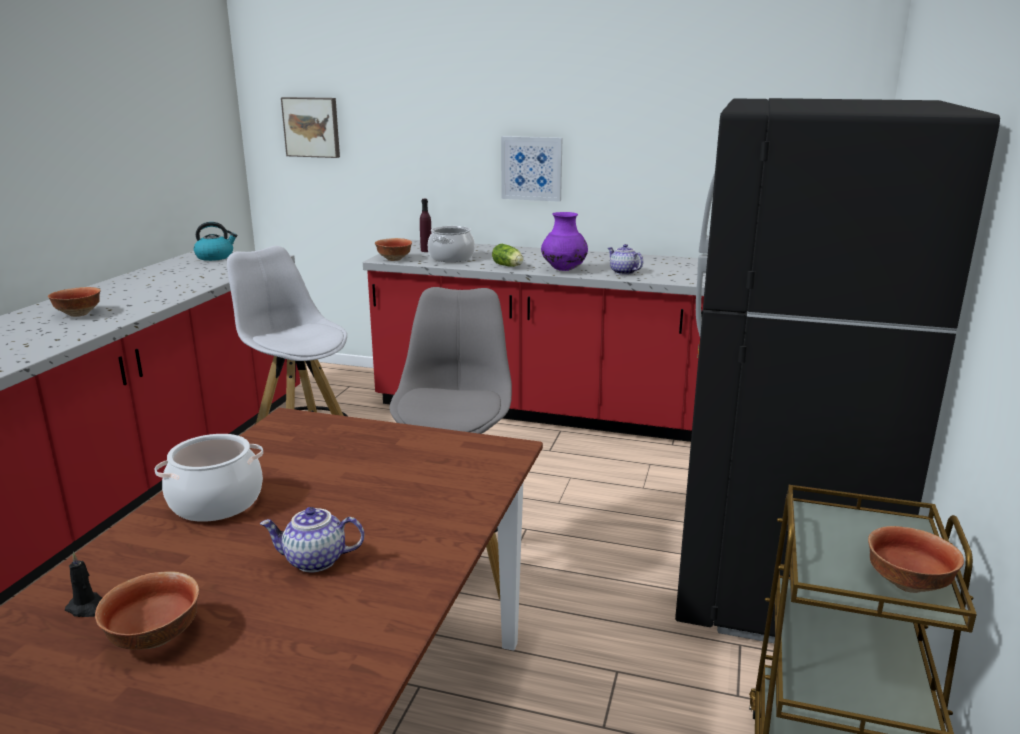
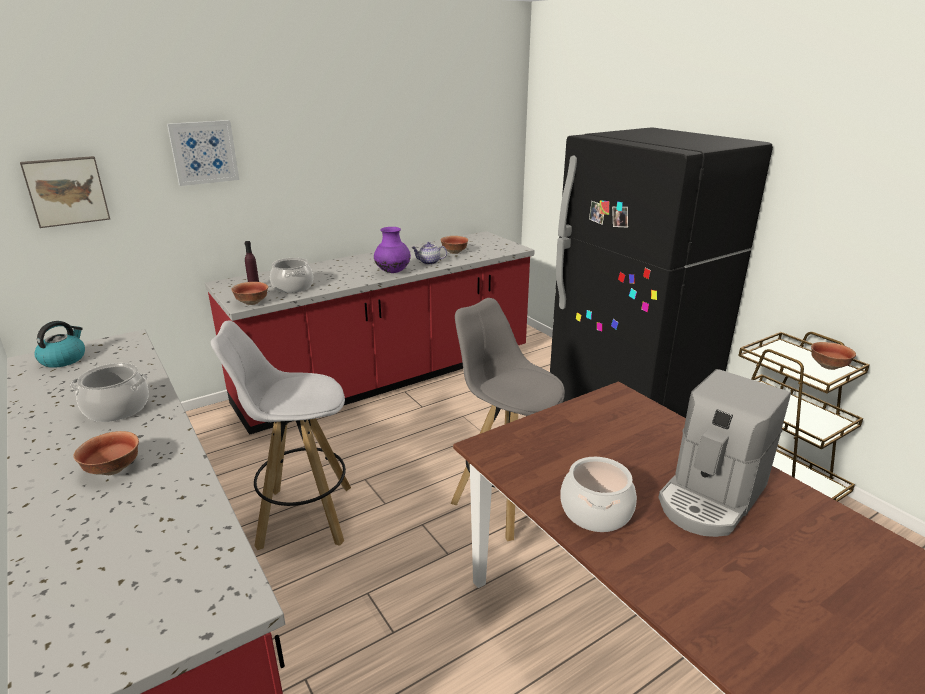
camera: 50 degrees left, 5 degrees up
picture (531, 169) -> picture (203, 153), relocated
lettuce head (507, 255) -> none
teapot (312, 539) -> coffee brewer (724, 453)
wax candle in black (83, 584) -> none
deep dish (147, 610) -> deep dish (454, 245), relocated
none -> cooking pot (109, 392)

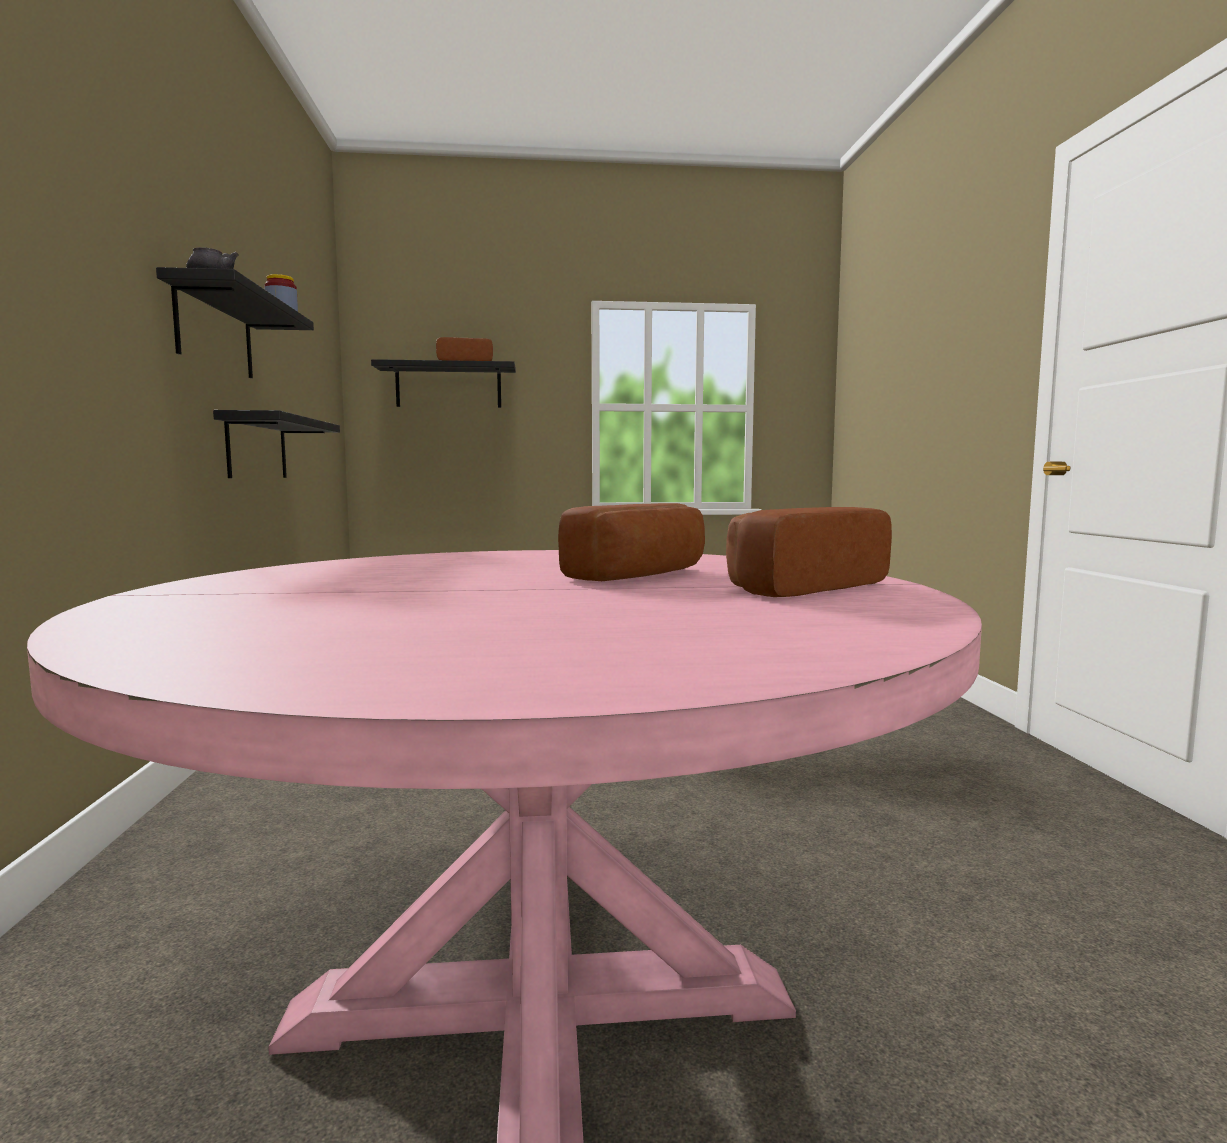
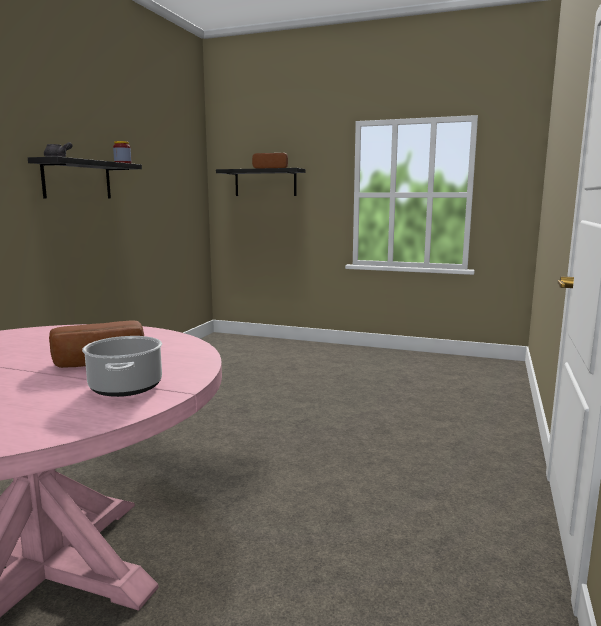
camera: 25 degrees right, 5 degrees up
wall shelf in black (276, 444) -> none
baked bread (809, 552) -> cooking pot (122, 366)

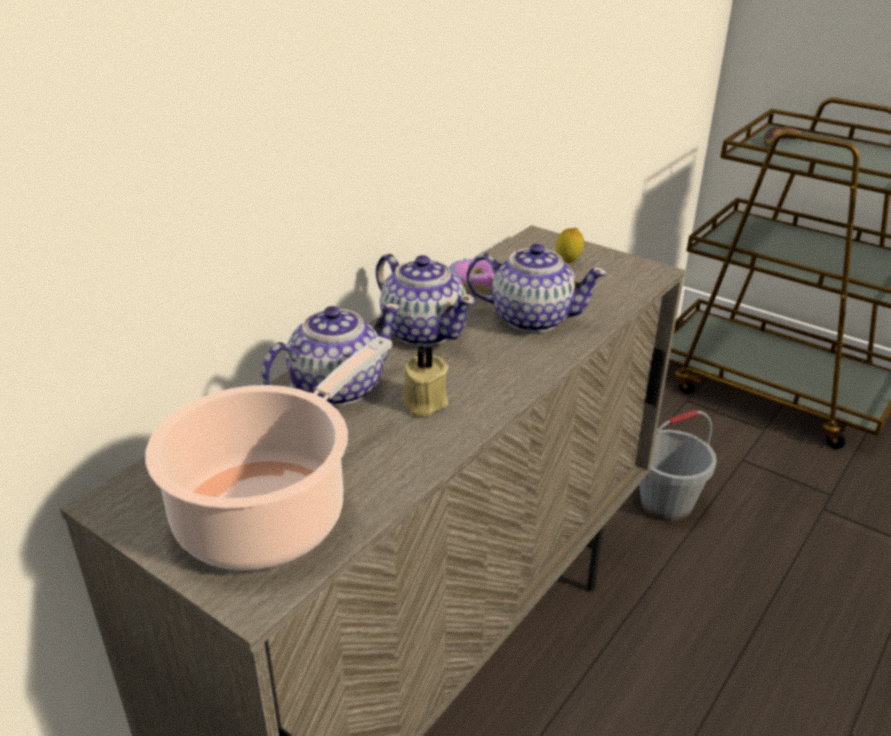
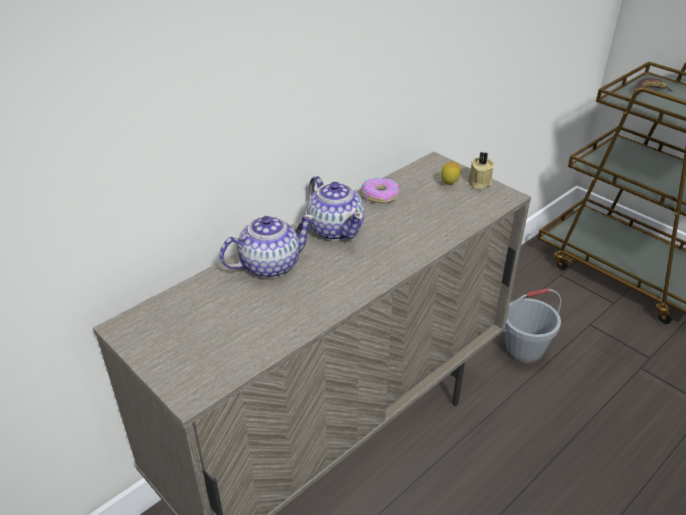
camera: 10 degrees right, 5 degrees up
teapot (537, 288) -> none
cooking pot (268, 453) -> none
wax candle in sand-coloured (425, 381) -> wax candle in sand-coloured (481, 171), relocated

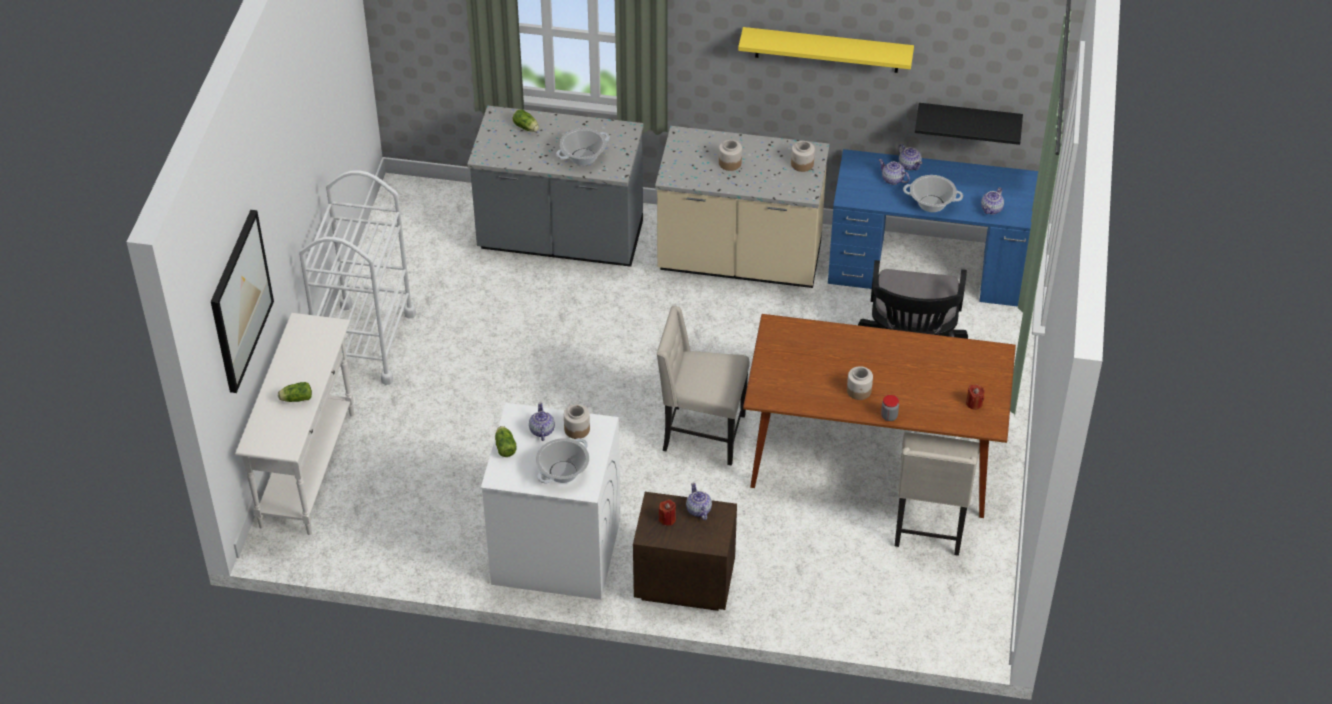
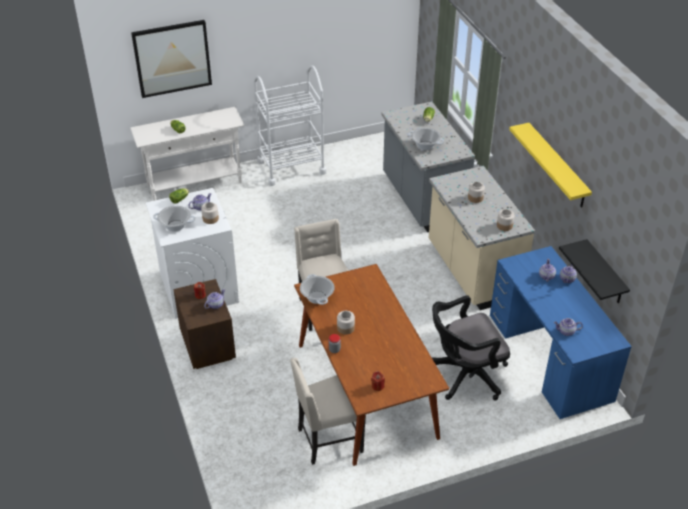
camera: 60 degrees right, 5 degrees down
cooking pot (933, 193) -> cooking pot (317, 289), relocated

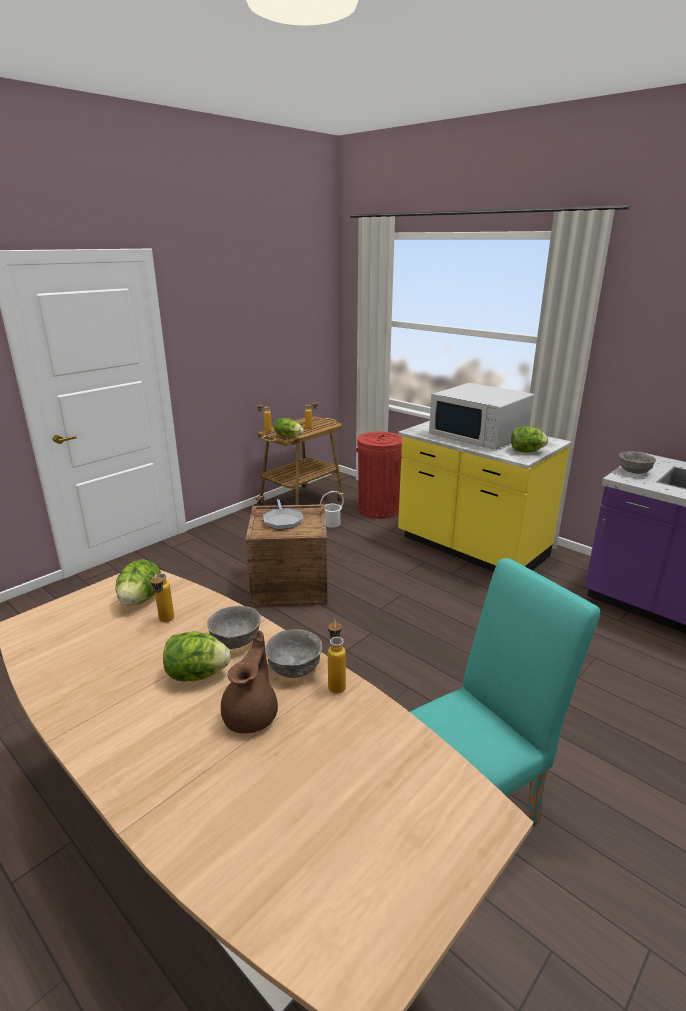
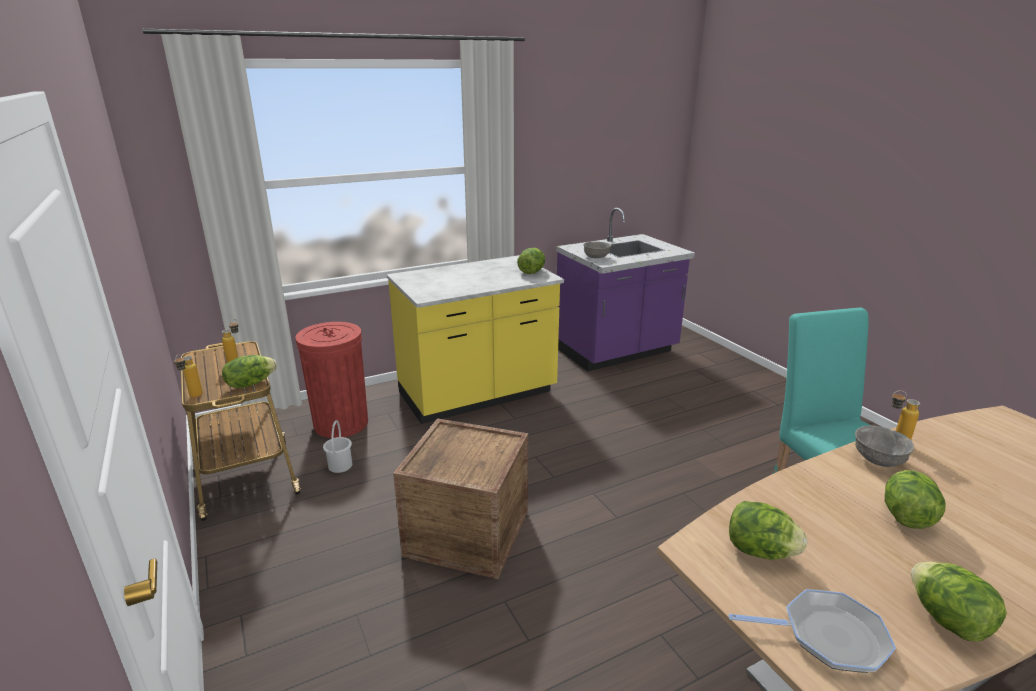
camera: 70 degrees left, 0 degrees up
microwave oven in whitish (481, 416) -> none
pan (283, 514) -> pan (812, 631), relocated
beverage bottle (162, 597) -> none
deep dish in greyish (234, 627) -> none
teapot in brownish (249, 682) -> none
none -> lettuce head (959, 602)

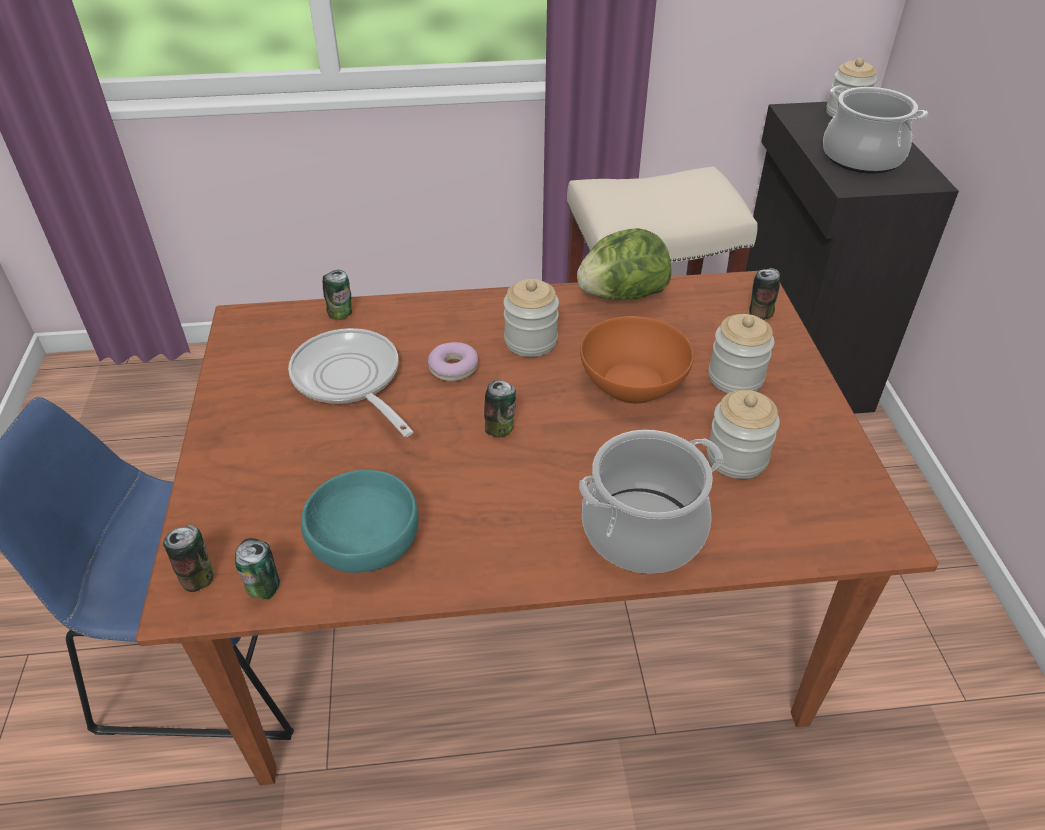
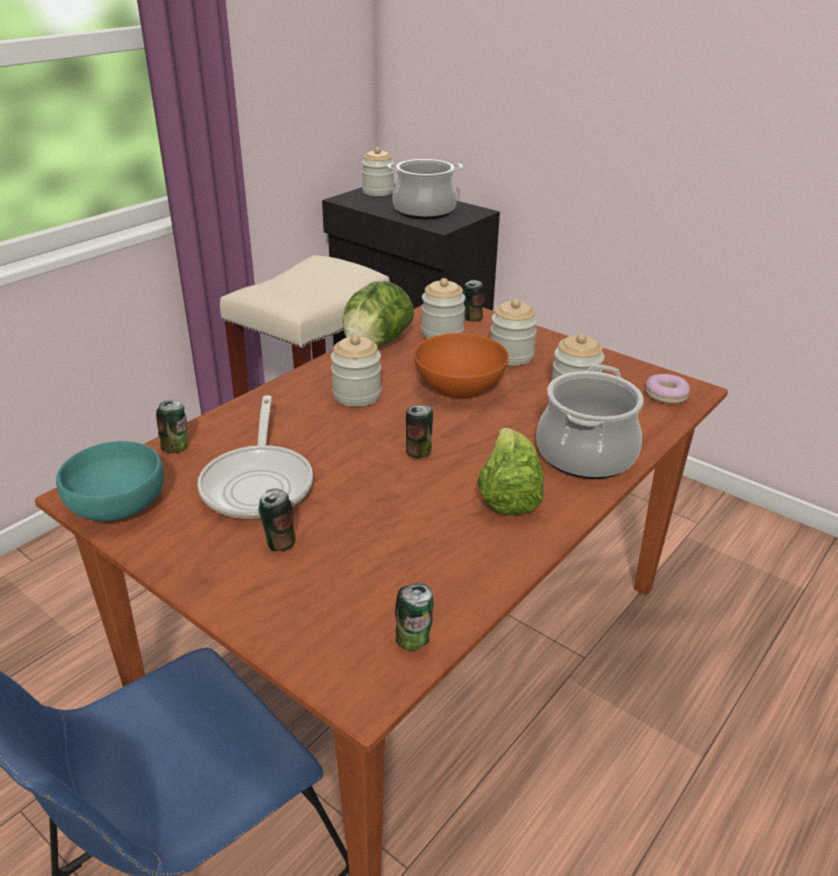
camera: 45 degrees left, 10 degrees down
pan (350, 382) -> pan (255, 457), 105 degrees counterclockwise
donut (453, 362) -> donut (668, 389), relocated
deep dish in blue-green (359, 521) -> deep dish in blue-green (110, 481), relocated
can (188, 558) -> can (277, 519), relocated
none -> storage jar (443, 308)
none -> lettuce head (510, 471)

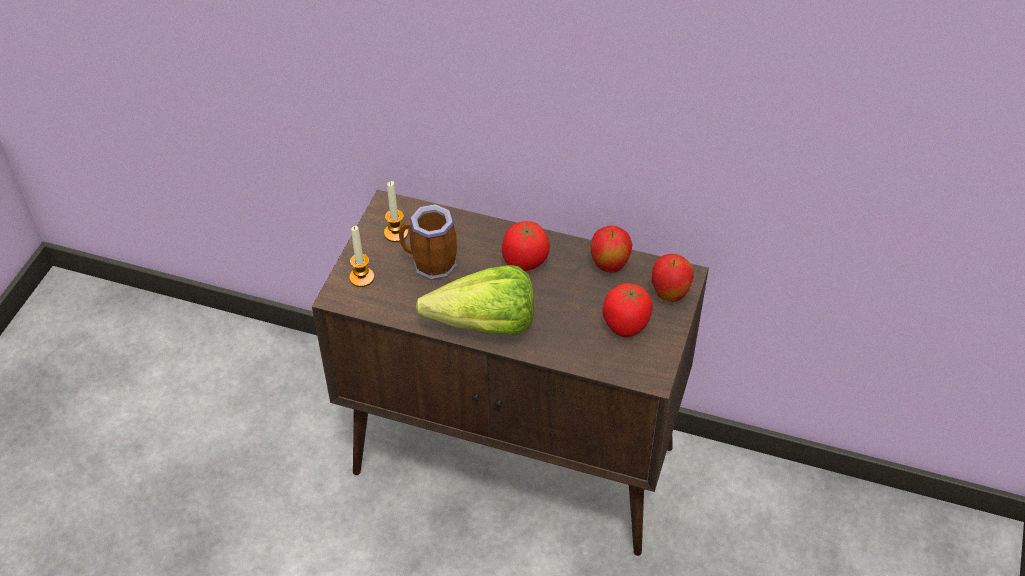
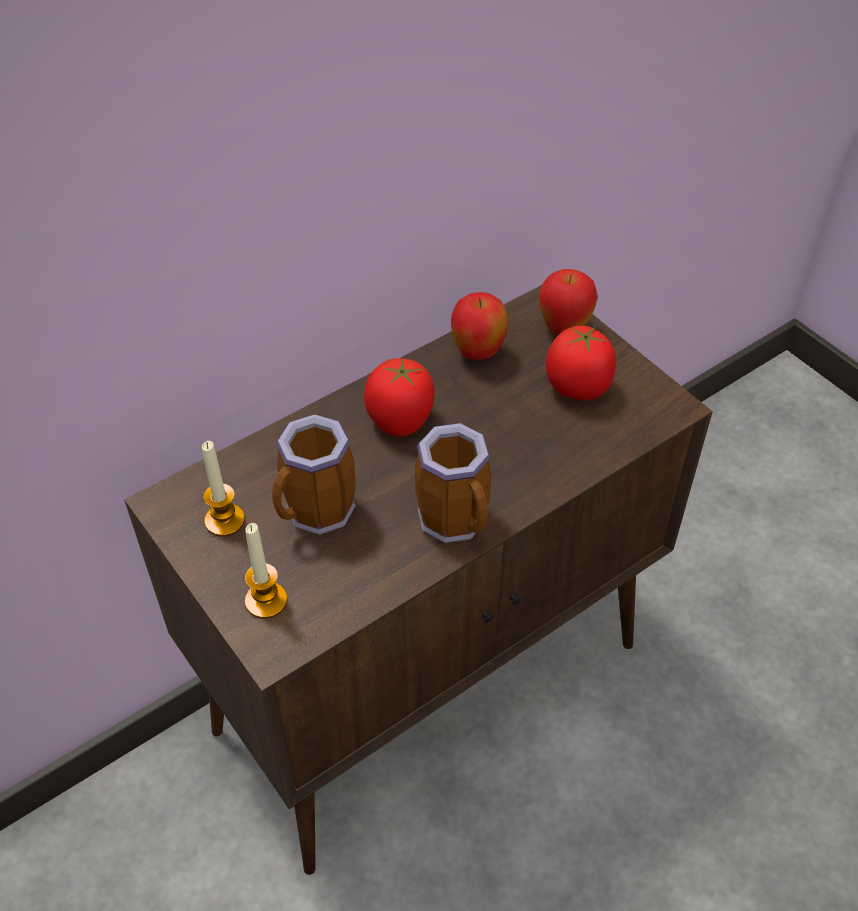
camera: 55 degrees left, 0 degrees up
lettuce head (475, 300) -> mug (453, 483)

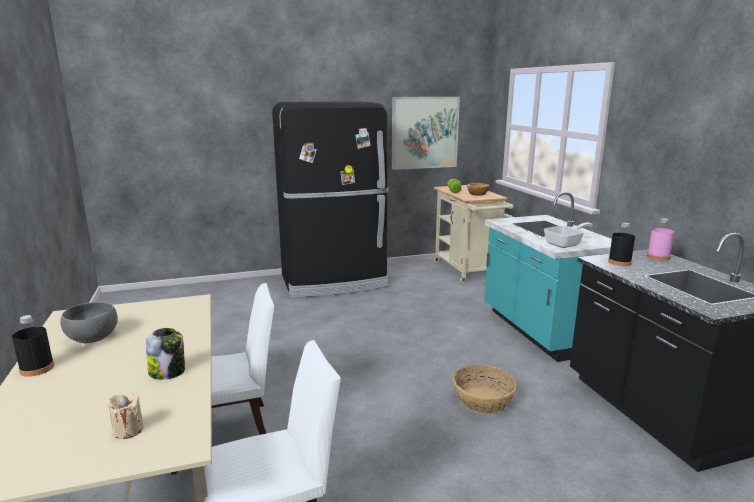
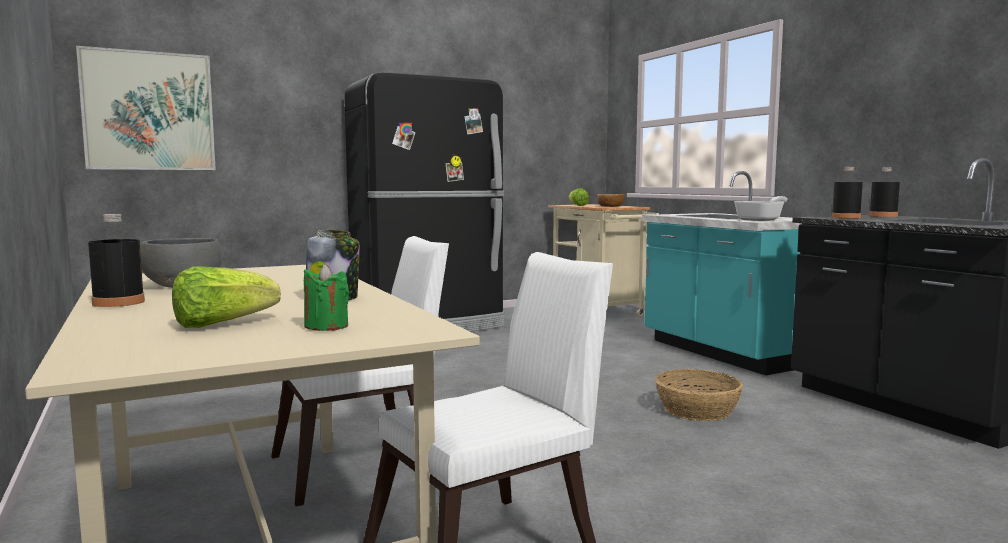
camera: 10 degrees left, 10 degrees down
picture (426, 133) -> picture (146, 108), relocated
beverage bottle in pink (660, 239) -> beverage bottle in black (884, 192)
wax candle in sand-coloured (126, 416) -> wax candle in green (326, 297)
none -> lettuce head (226, 297)

